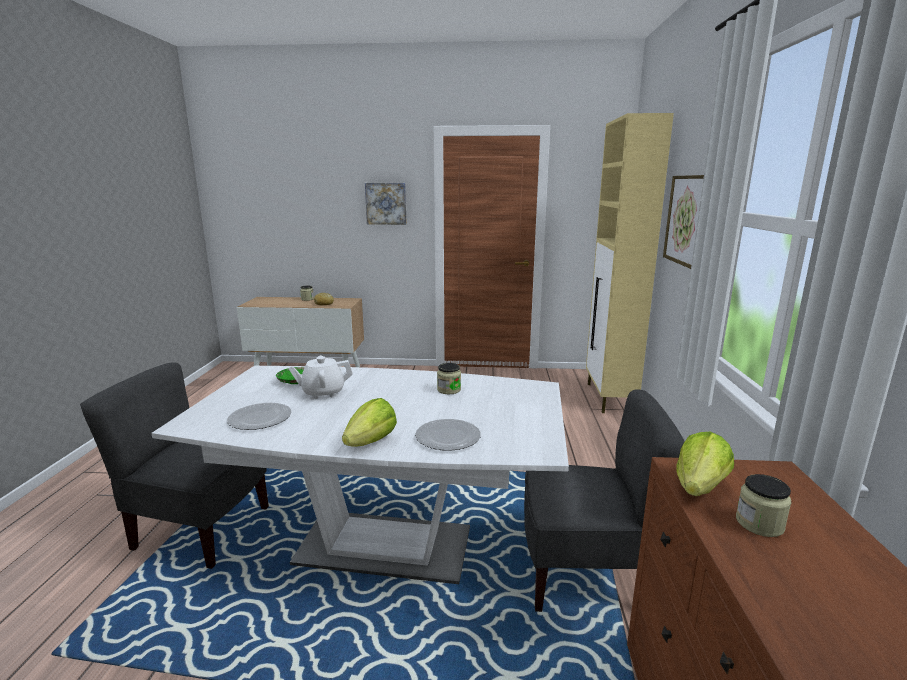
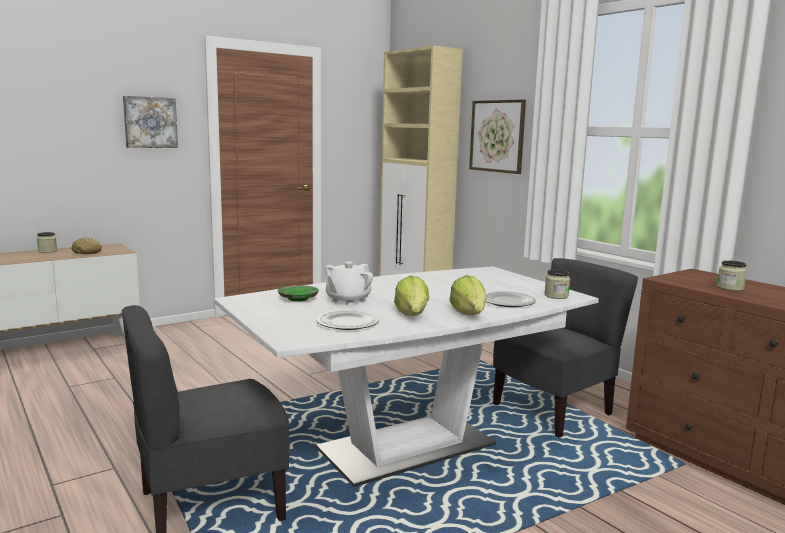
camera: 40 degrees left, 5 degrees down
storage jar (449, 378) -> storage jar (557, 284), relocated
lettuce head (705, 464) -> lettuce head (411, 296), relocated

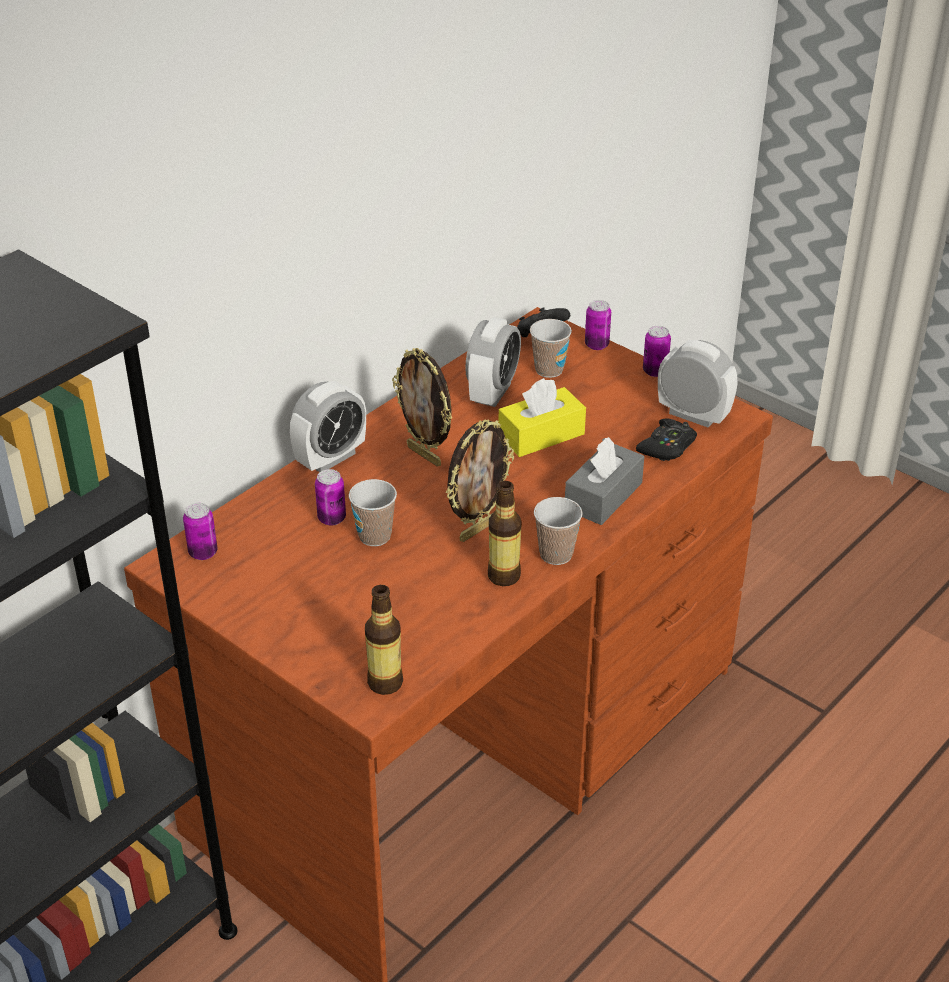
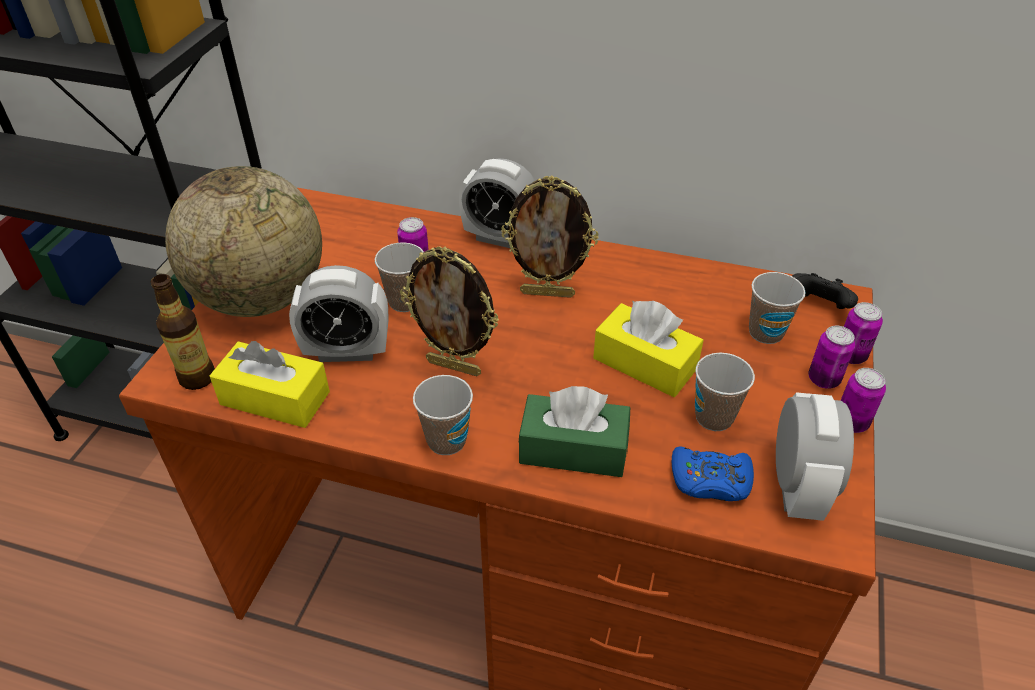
camera: 65 degrees right, 5 degrees up
table clock (493, 362) -> table clock (338, 313), relocated
standing frame (422, 407) -> standing frame (550, 236), 105 degrees counterclockwise
joypad in black (666, 439) -> joypad in blue (713, 474)
box of tissues in greyish (604, 481) -> box of tissues in green (574, 431)
beverage bottle (505, 533) -> none
can (200, 531) -> can (831, 356), relocated
none -> globe (243, 241)
none -> box of tissues in yellow (269, 384)
none -> drinking cup (725, 391)

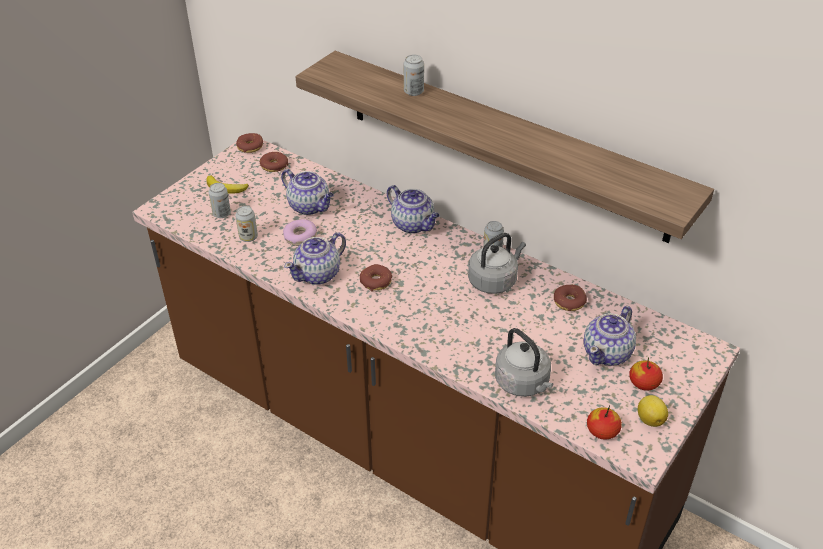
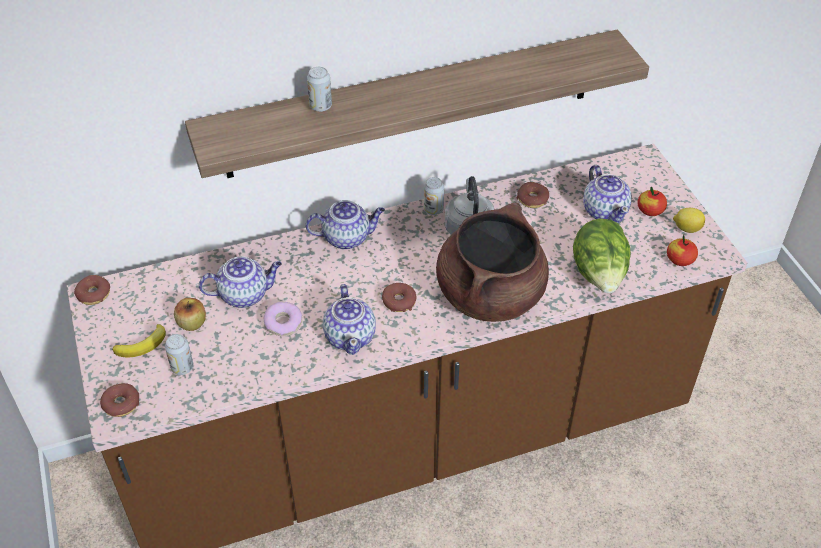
camera: 55 degrees left, 5 degrees up
donut (274, 162) -> donut (119, 400), relocated
can (246, 224) -> none
water kettle in greyish (524, 362) -> lettuce head (602, 255)
none -> cooking pot in brownish (492, 262)
none -> apple (190, 314)

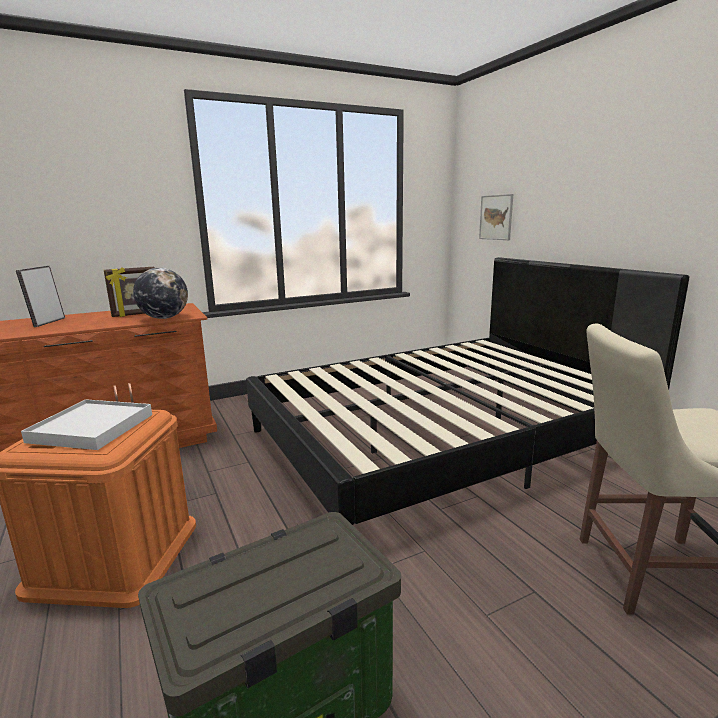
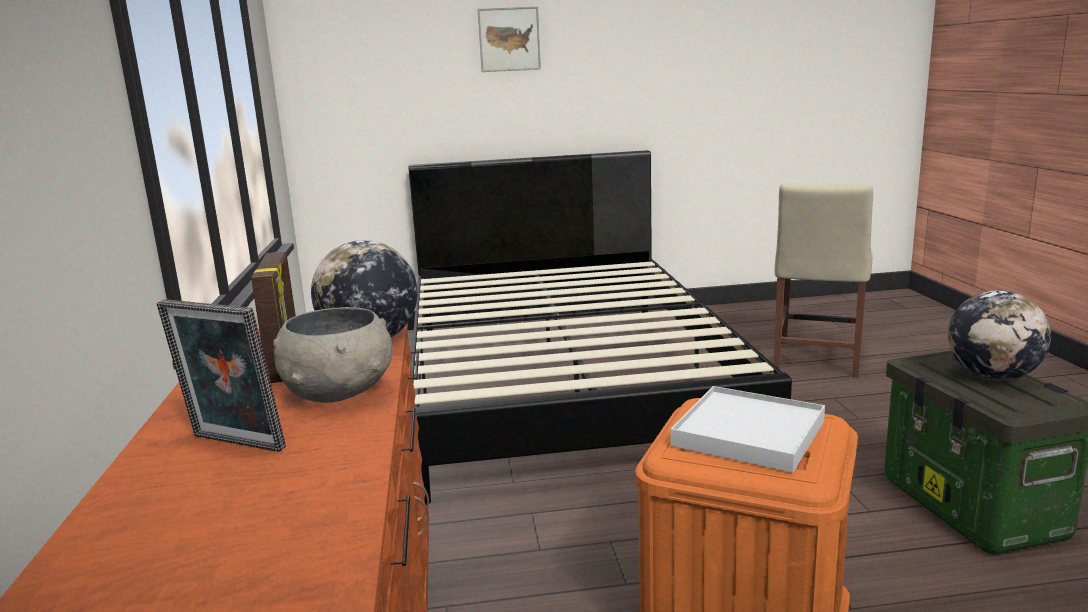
camera: 70 degrees left, 0 degrees up
picture (496, 217) -> picture (509, 39), relocated
none -> globe (999, 335)
none -> deep dish in greyish (333, 355)

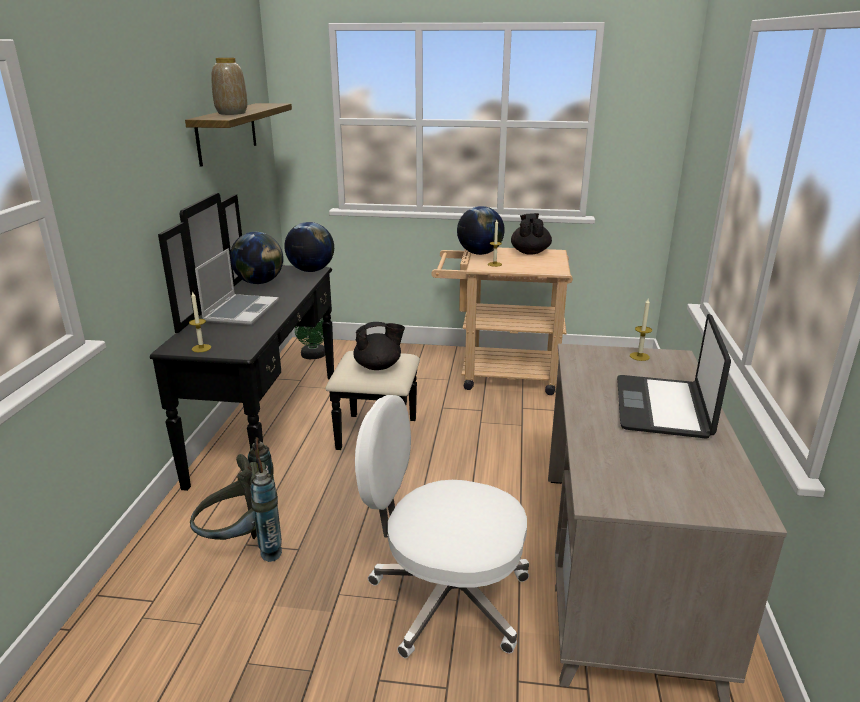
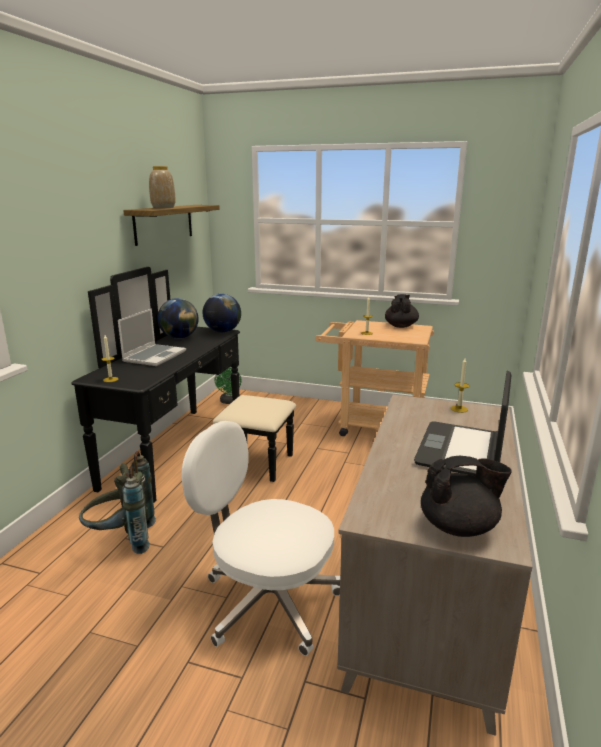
camera: 10 degrees right, 5 degrees down
globe (481, 230) -> none
teapot in black (379, 346) -> teapot in black (466, 496), relocated

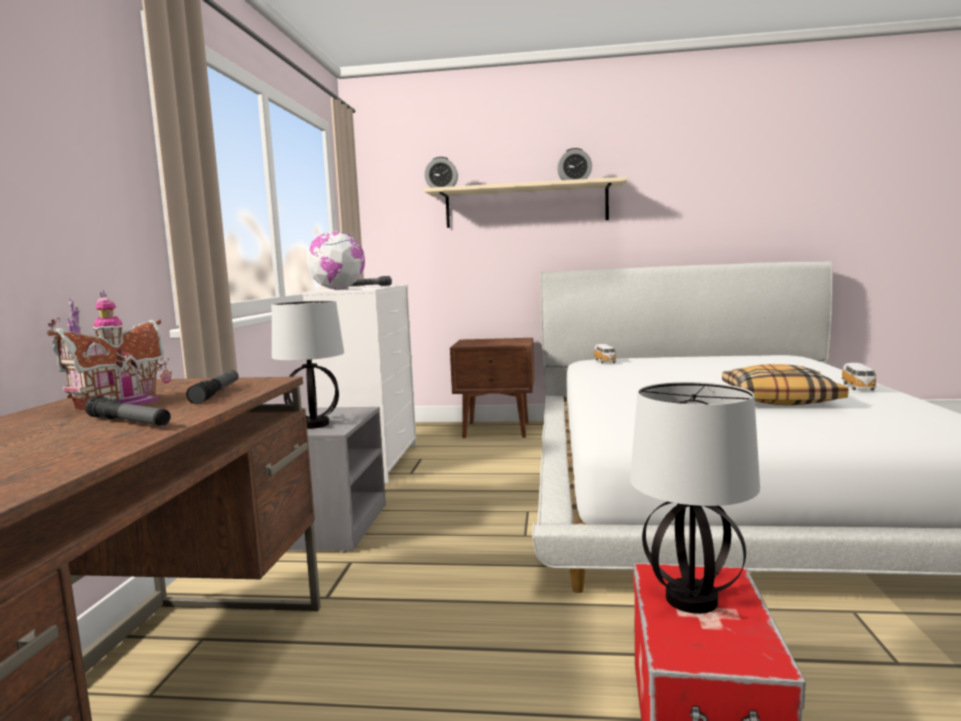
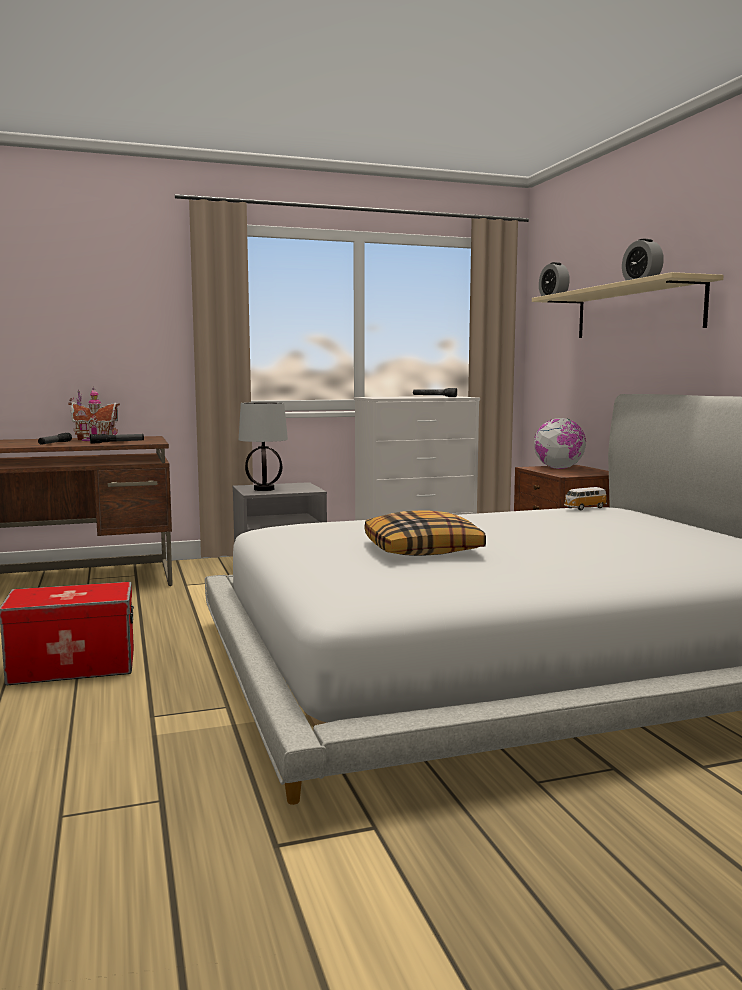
camera: 65 degrees right, 0 degrees up
globe (335, 260) -> globe (560, 443), relocated
toy car (859, 376) -> none
lamp for a table (695, 498) -> none

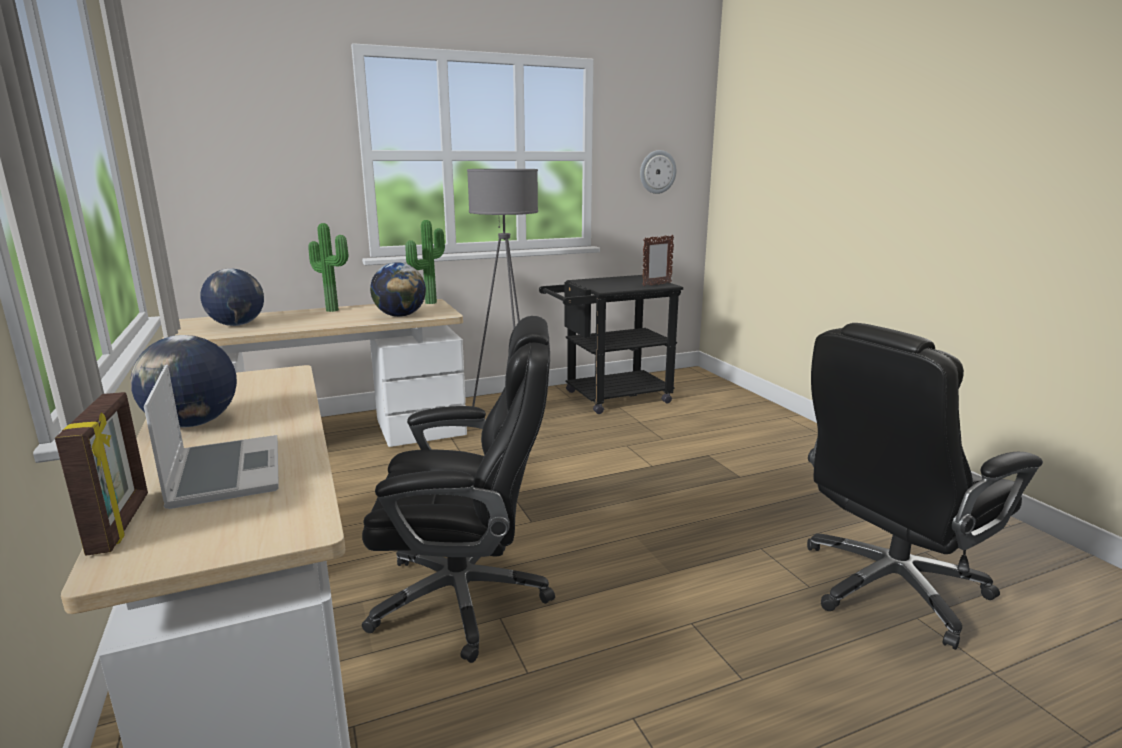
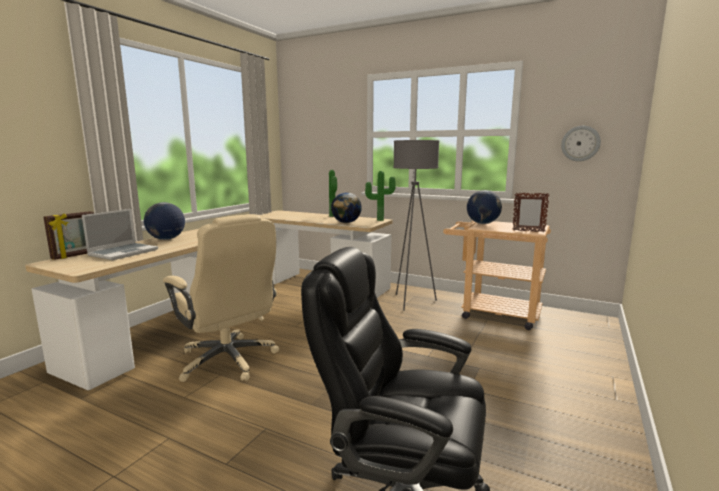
camera: 50 degrees right, 5 degrees down
globe (232, 297) -> globe (484, 207), relocated
cart in black (611, 344) -> cart in sand-coloured (497, 275)
computer chair in black (458, 489) -> computer chair in sand-coloured (221, 298)

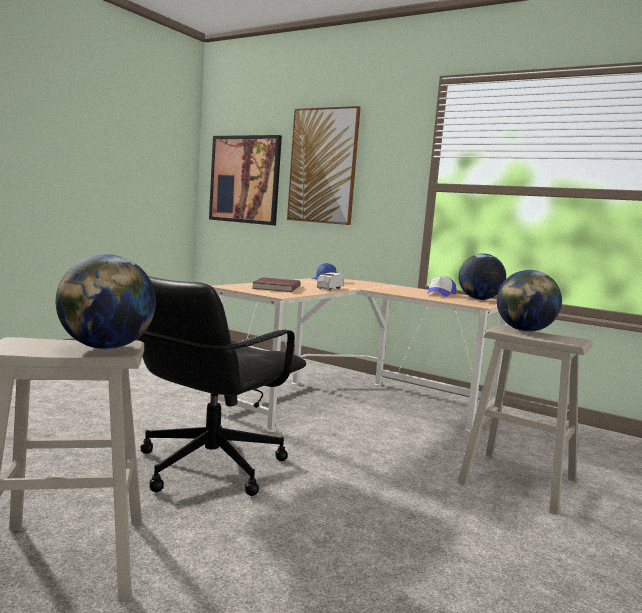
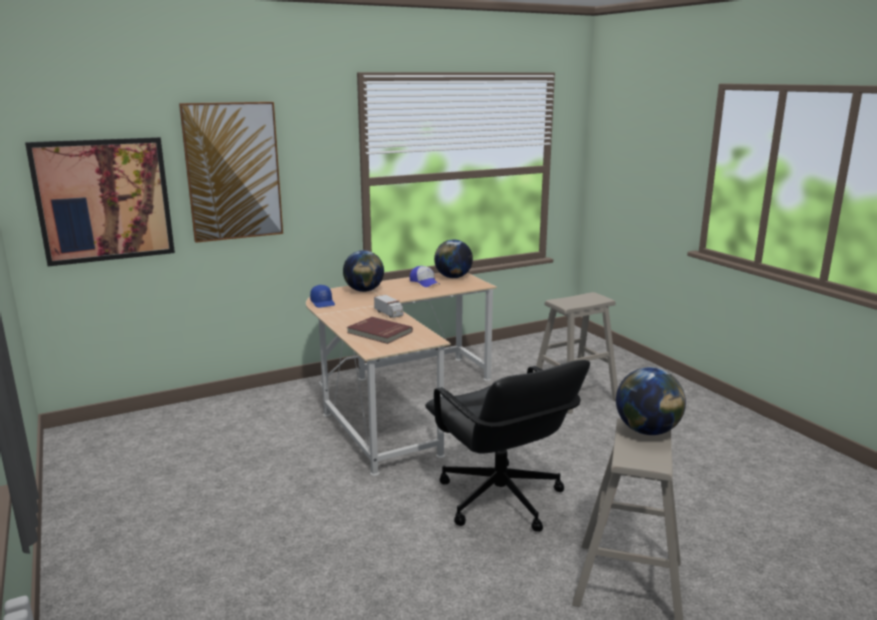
camera: 60 degrees left, 10 degrees up
globe (529, 301) -> globe (363, 271), relocated

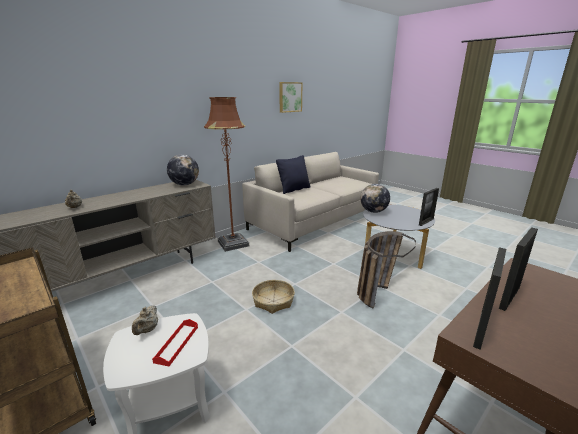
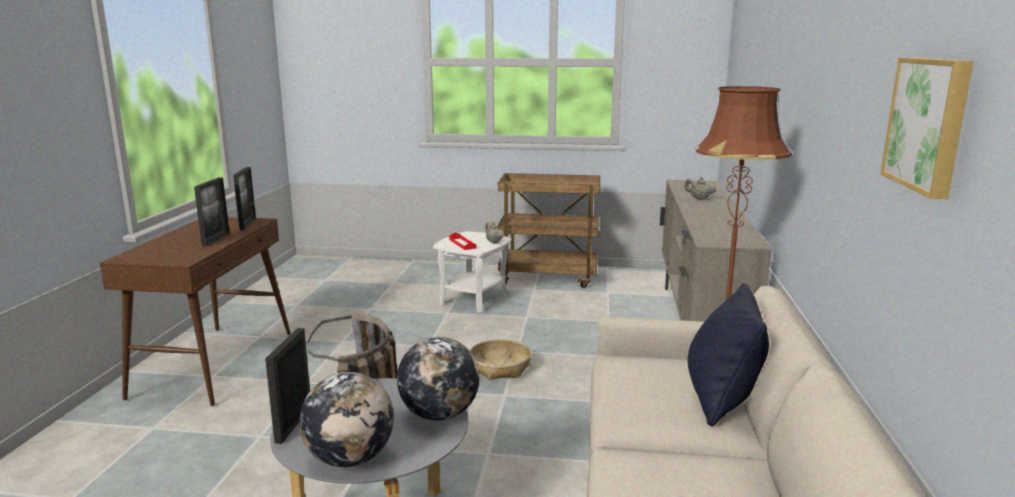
camera: 140 degrees right, 5 degrees down
globe (183, 169) -> globe (346, 419), relocated

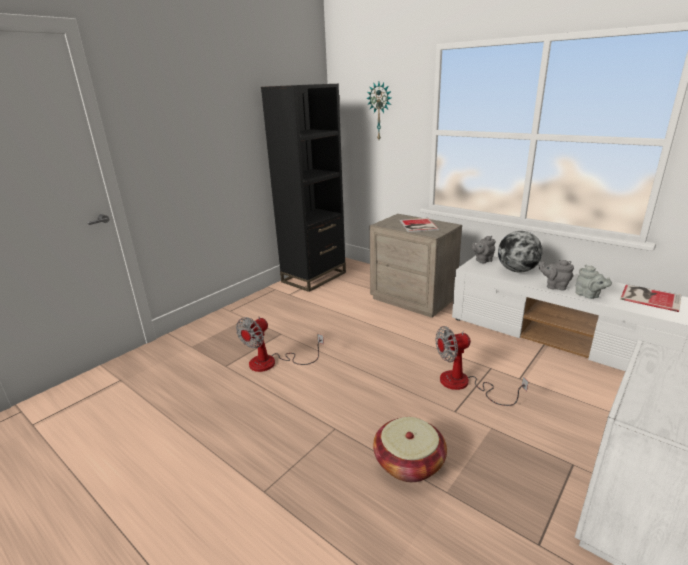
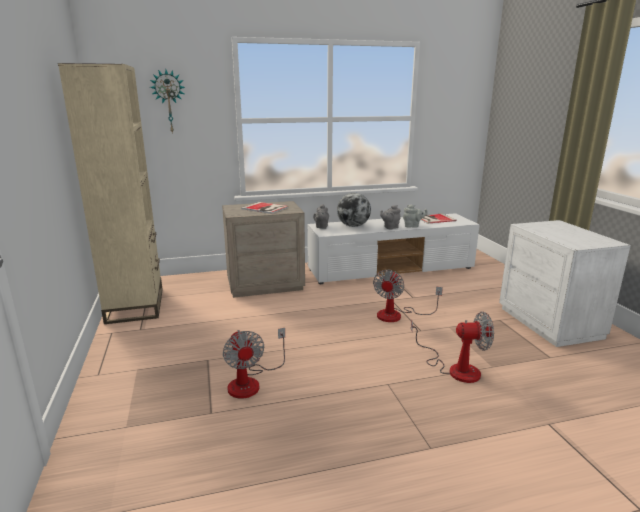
camera: 55 degrees left, 5 degrees down
shelving unit in black (303, 188) -> shelving unit in sand-coloured (110, 193)
storage basket (410, 449) -> electric fan (452, 347)

